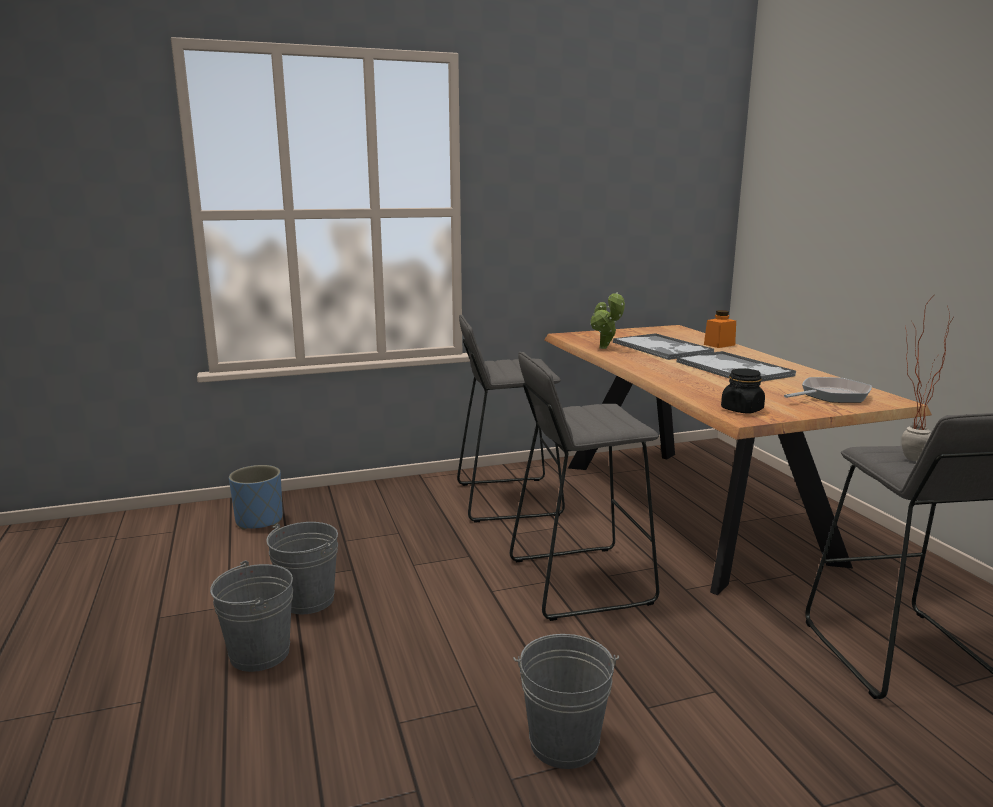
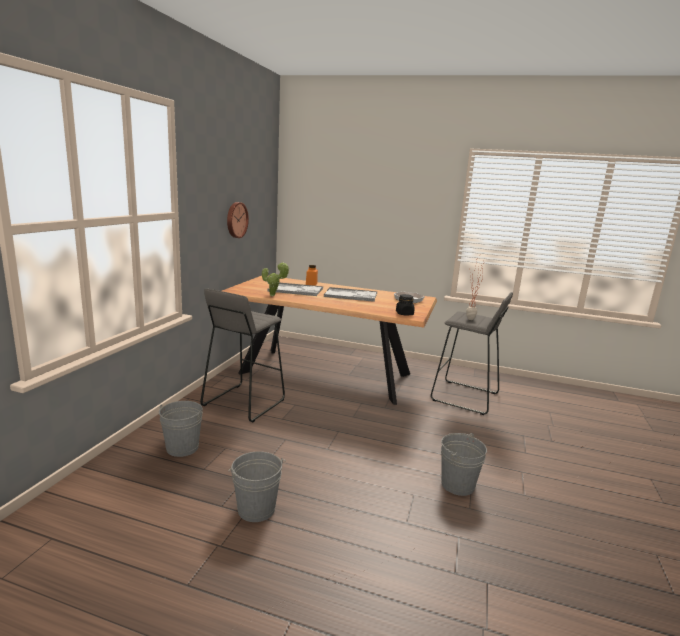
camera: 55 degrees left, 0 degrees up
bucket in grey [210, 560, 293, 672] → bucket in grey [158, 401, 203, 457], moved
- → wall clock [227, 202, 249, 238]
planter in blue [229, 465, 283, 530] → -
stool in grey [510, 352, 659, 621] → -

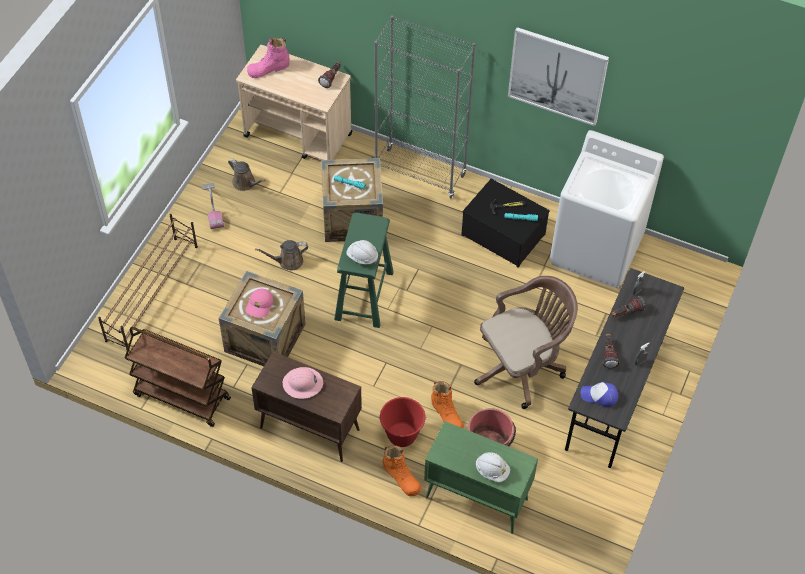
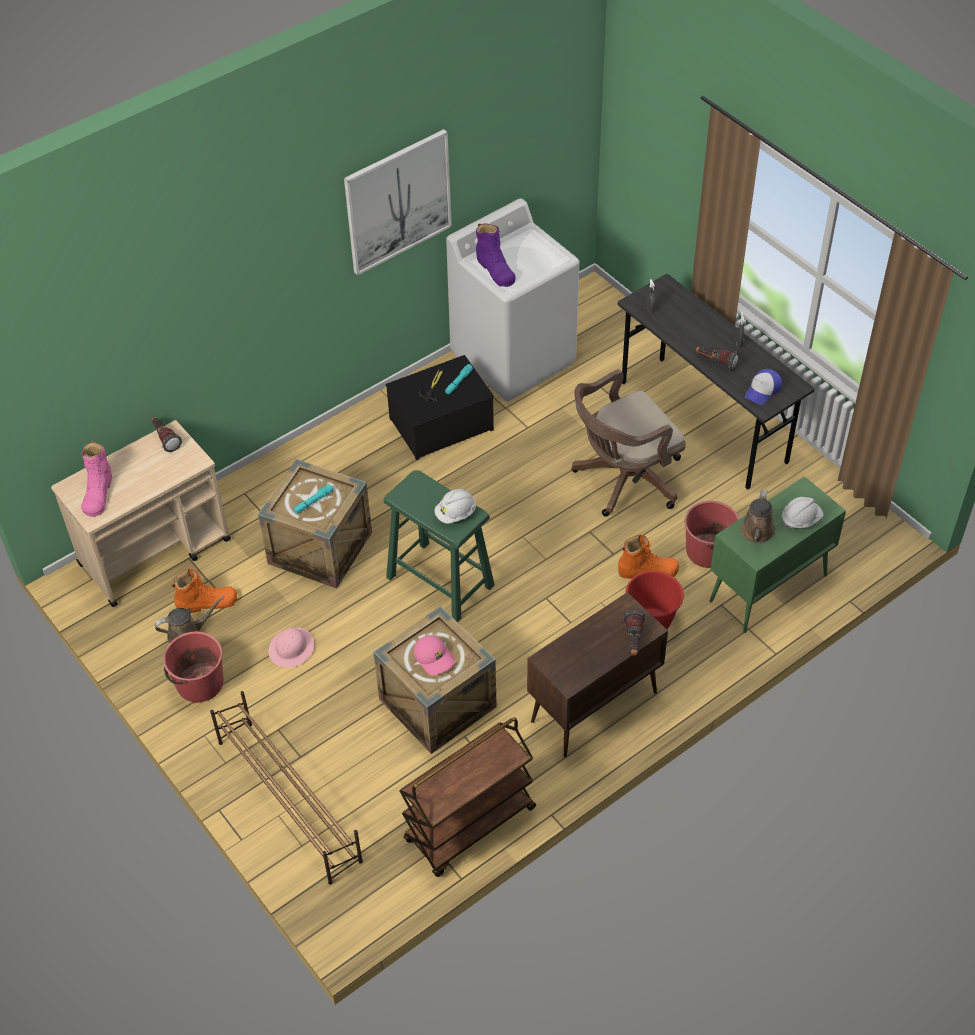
camera: 60 degrees left, 5 degrees down
vacuum cleaner [202, 183, 224, 229] → bucket in red [163, 631, 223, 702]
boot in orange [383, 445, 421, 496] → boot in orange [172, 569, 237, 614], moved
hard hat in pink [283, 367, 323, 399] → hard hat in pink [269, 628, 315, 668], moved
- → boot in purple [476, 223, 516, 287]
office chair in brown [474, 276, 578, 409] → office chair in brown [571, 369, 686, 517], 120 degrees counterclockwise
flashlight [611, 295, 646, 317] → flashlight [623, 610, 646, 656], moved
watering can in brown [255, 240, 308, 271] → watering can in brown [740, 490, 775, 543], moved
bookcase in grey [374, 15, 476, 198] → -

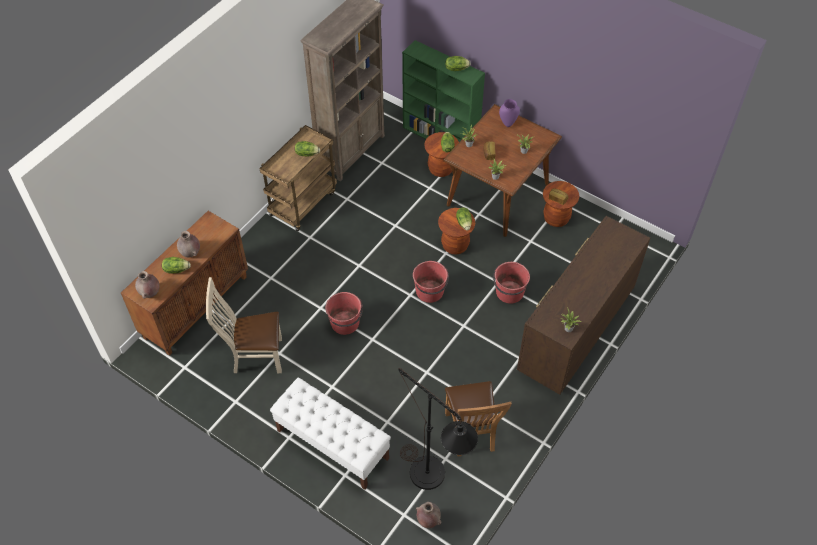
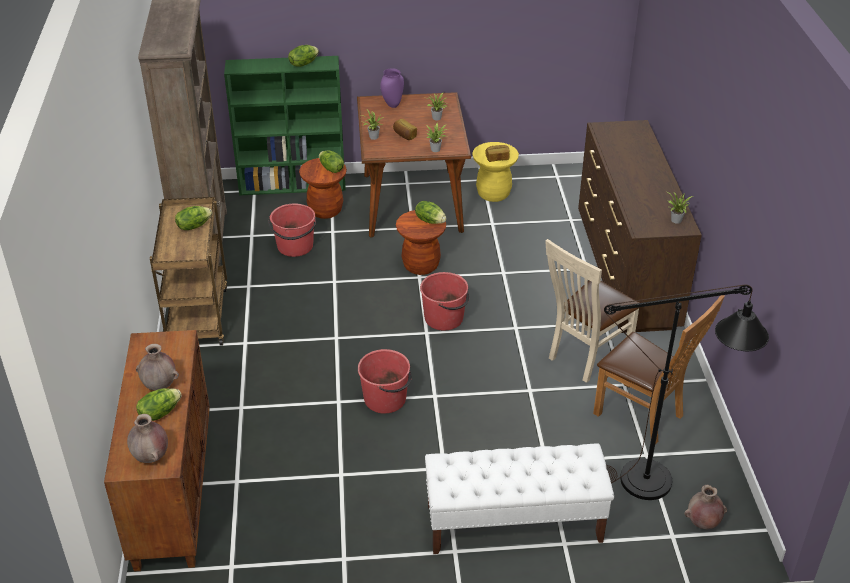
camera: 40 degrees left, 15 degrees down
bucket in red [493, 262, 530, 304] → bucket in red [268, 204, 316, 257], moved
stool in brown [543, 181, 579, 227] → stool in yellow [472, 142, 519, 202]
chair in beige [206, 277, 282, 373] → chair in beige [545, 239, 640, 383], moved

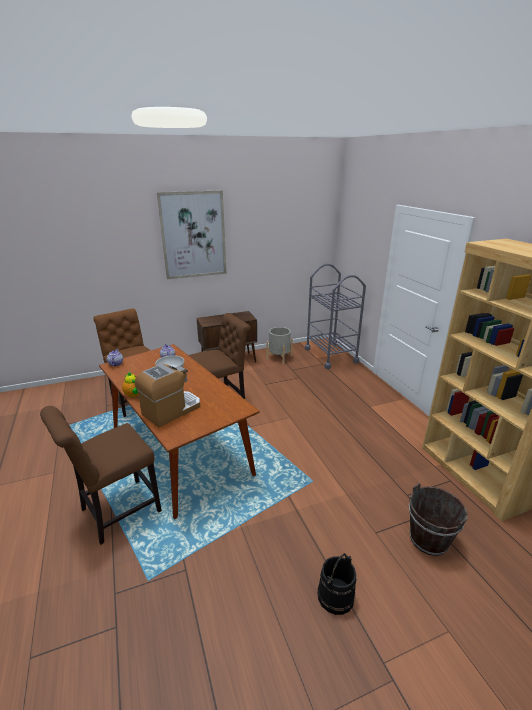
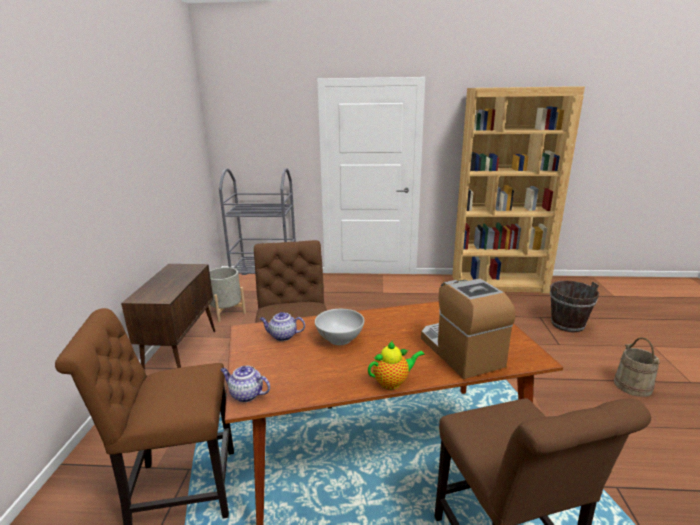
camera: 65 degrees left, 5 degrees down
bucket in black [317, 553, 356, 615] → bucket in beige [614, 337, 660, 397]
picture [157, 190, 227, 279] → -

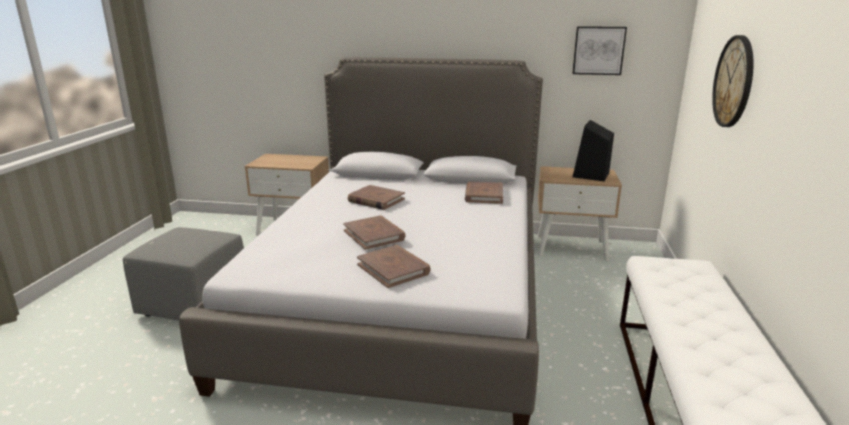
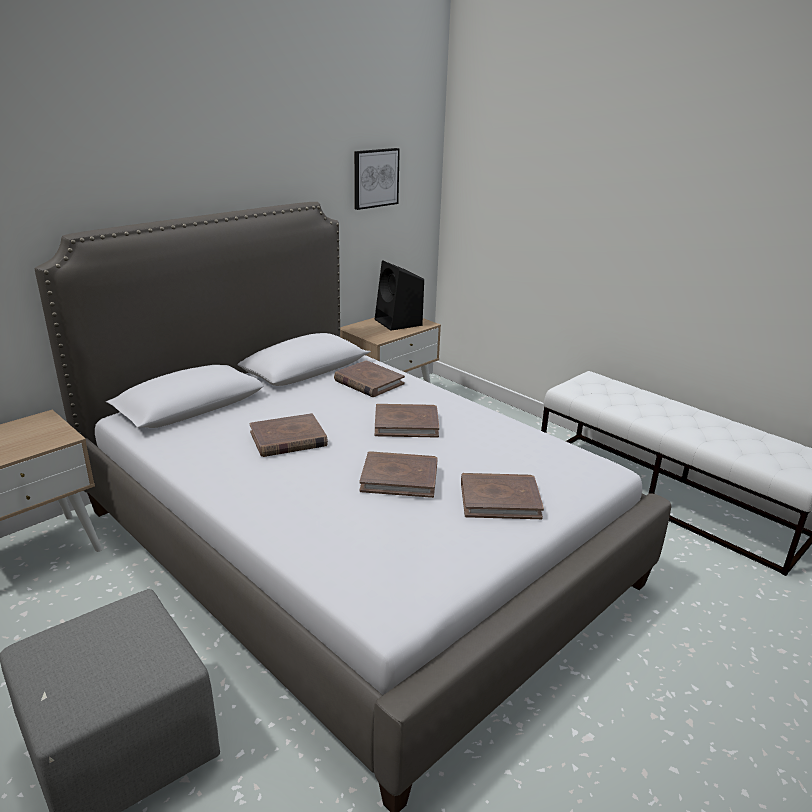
camera: 55 degrees left, 5 degrees up
- → book in brown [375, 404, 439, 438]
wall clock [712, 35, 754, 127] → -

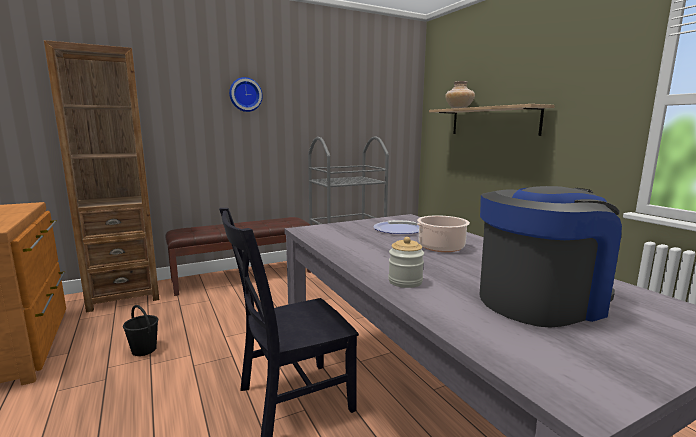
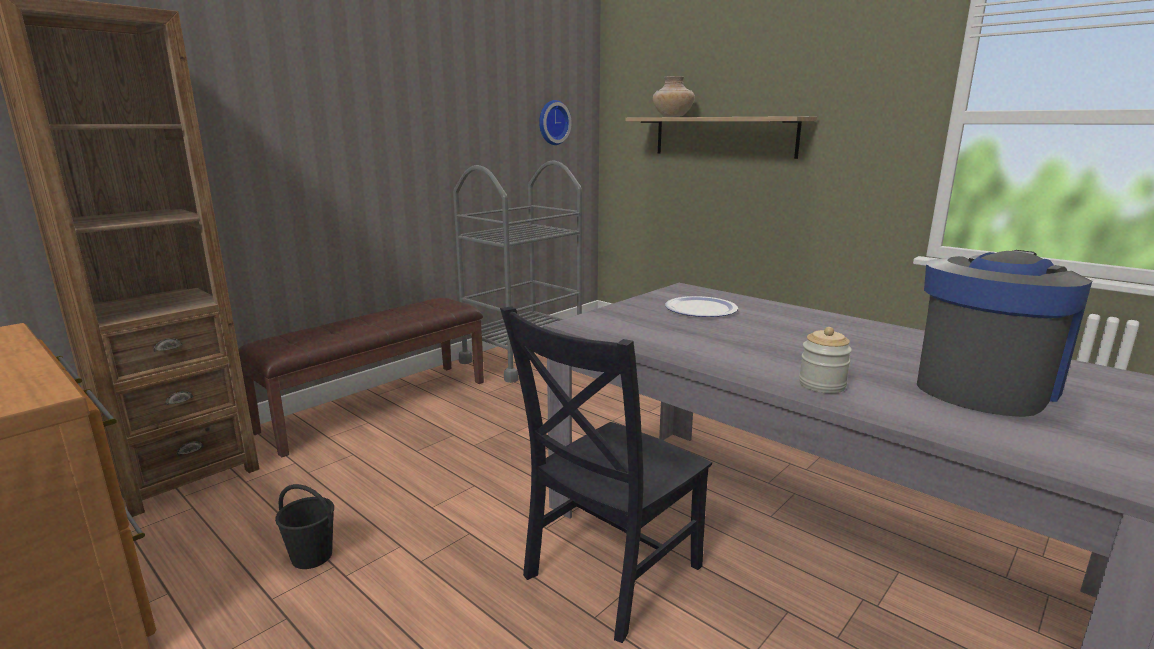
camera: 20 degrees left, 5 degrees up
wall clock [229, 77, 263, 112] → wall clock [539, 100, 572, 145], moved
cooking pot [388, 215, 470, 252] → -

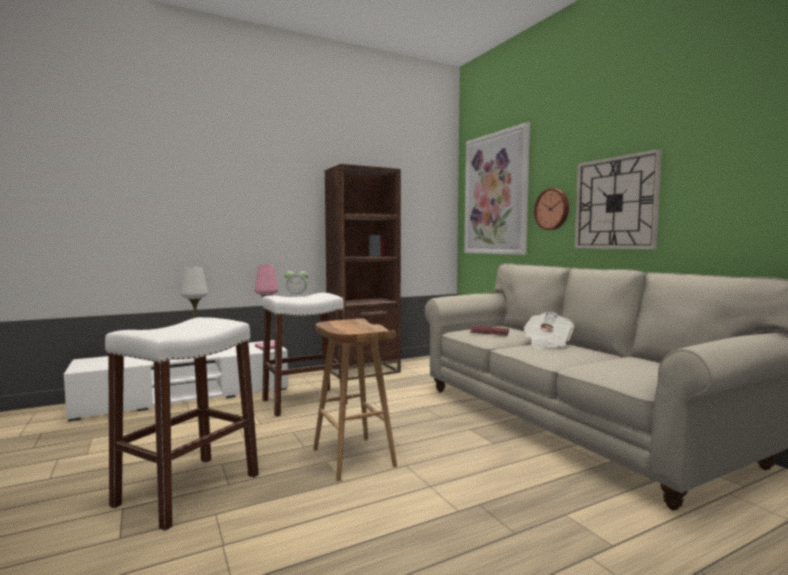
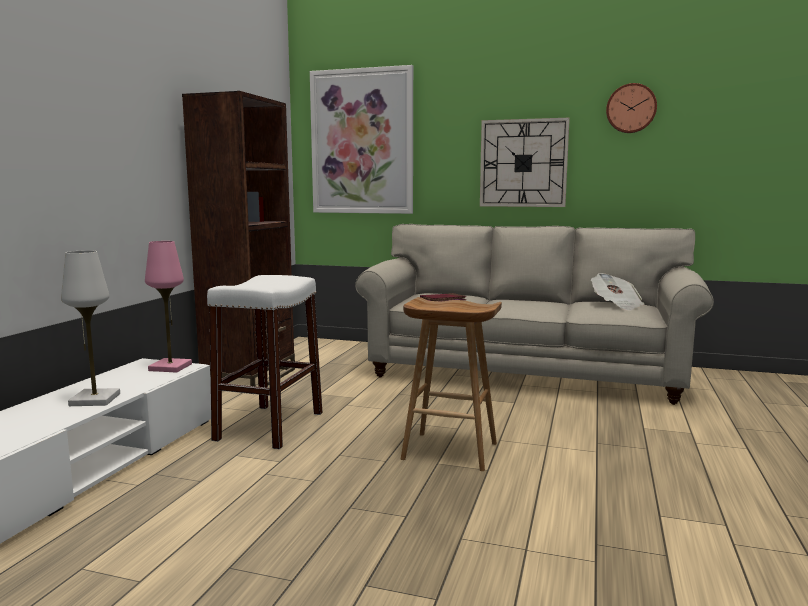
camera: 45 degrees left, 5 degrees up
newspaper [523, 312, 575, 349] → newspaper [591, 273, 644, 311], moved
wall clock [534, 188, 569, 230] → wall clock [606, 83, 657, 133], moved
stool in white [105, 317, 259, 531] → -
alarm clock [284, 267, 308, 297] → -

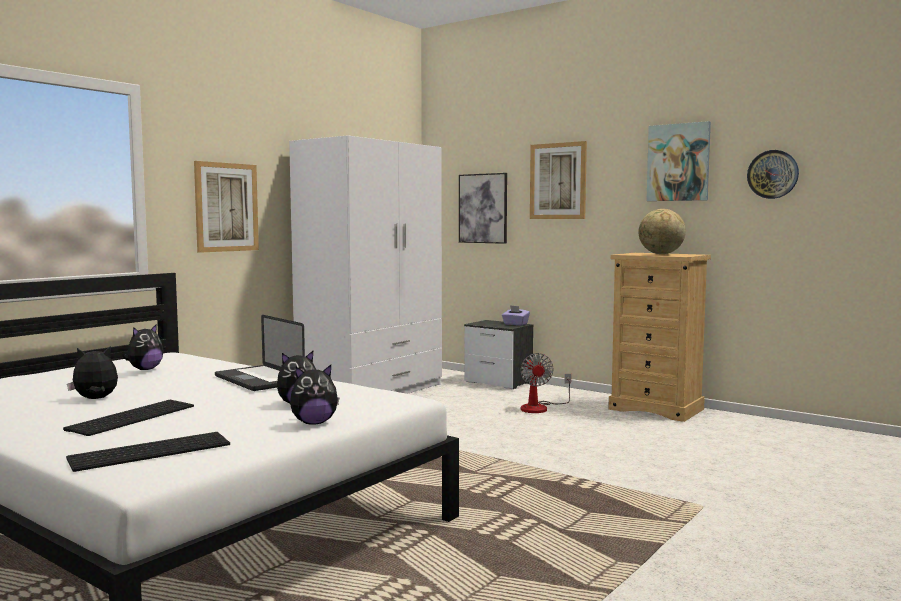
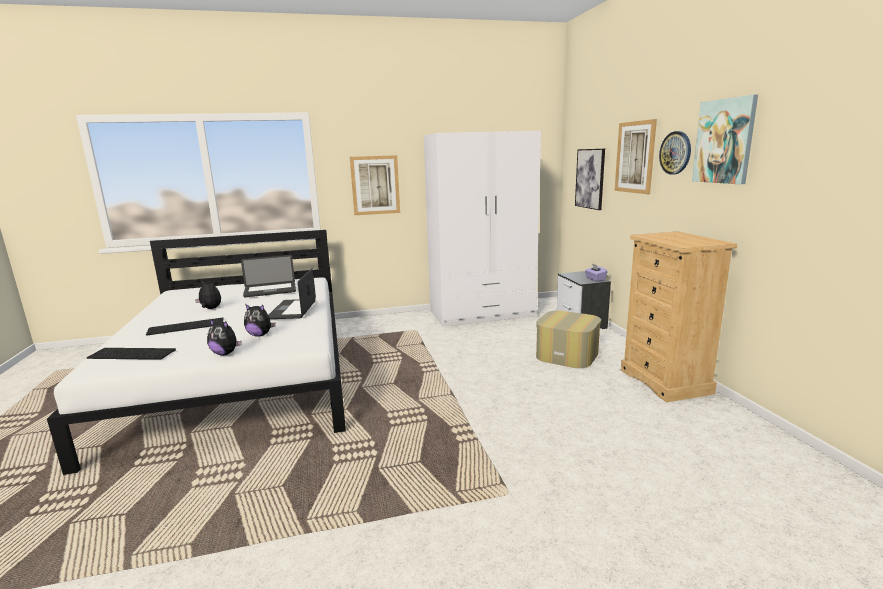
camera: 40 degrees right, 10 degrees up
plush toy [123, 324, 163, 370] → laptop [241, 255, 296, 297]
fan [520, 353, 571, 413] → ottoman [536, 311, 601, 368]
wall clock [747, 150, 799, 199] → wall clock [659, 131, 691, 175], moved
globe [638, 209, 686, 254] → -

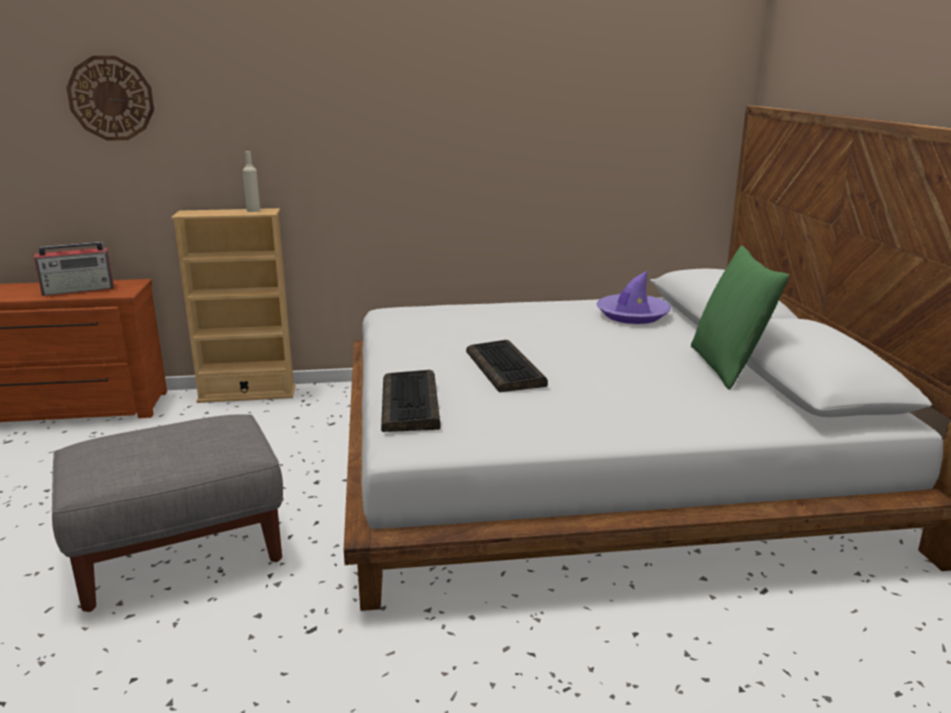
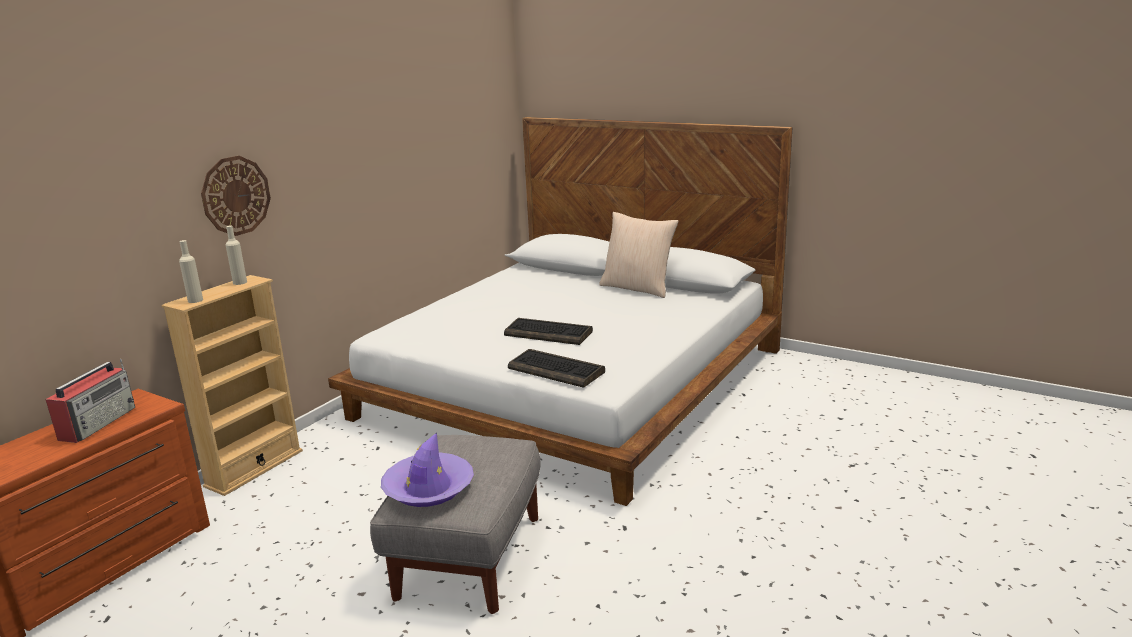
camera: 50 degrees left, 0 degrees up
- → bottle in beige [179, 240, 203, 303]
wall clock [66, 56, 154, 140] → wall clock [201, 156, 271, 236], moved
hat in purple [596, 271, 671, 324] → hat in purple [381, 433, 474, 507], moved
pillow in green [691, 246, 789, 390] → pillow in beige [599, 212, 678, 298]

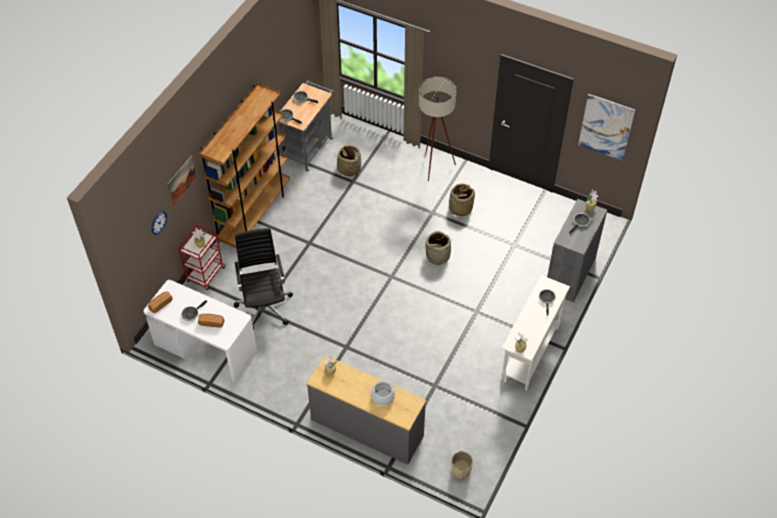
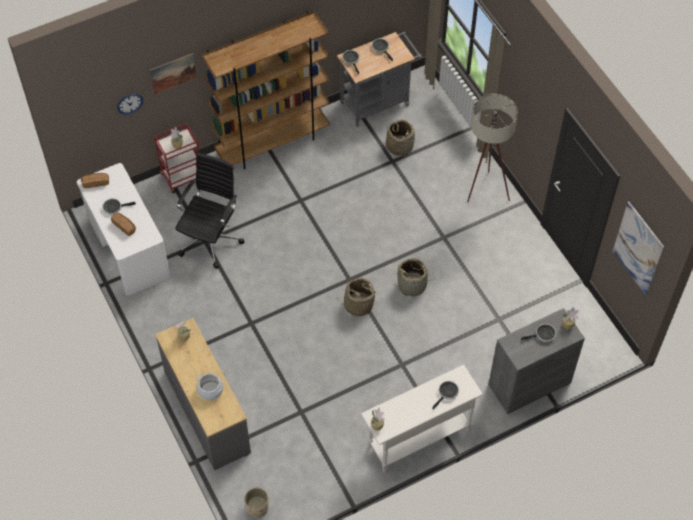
camera: 35 degrees right, 5 degrees up
basket [449, 184, 475, 216] → basket [337, 278, 376, 316], moved

